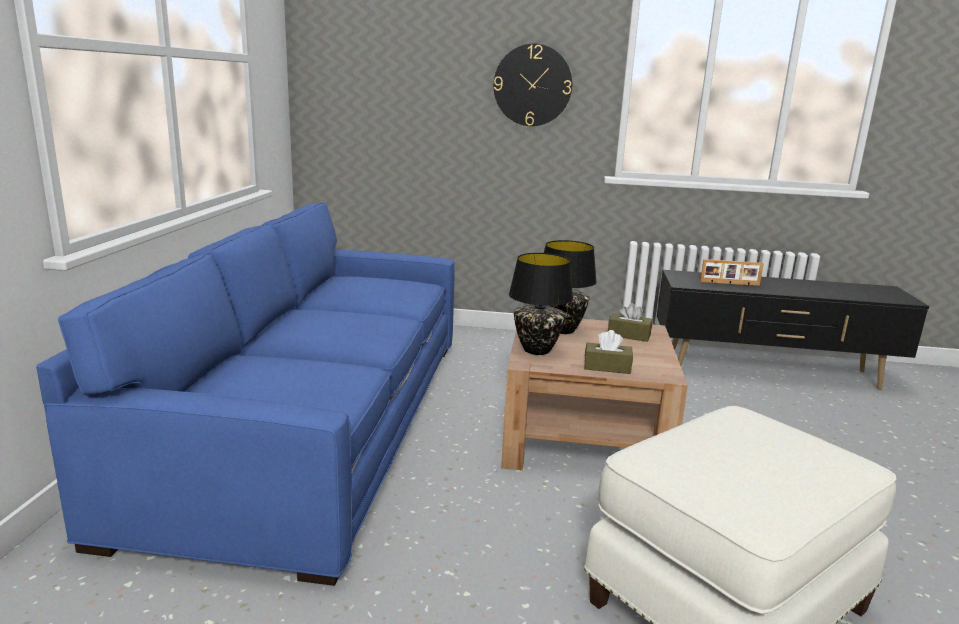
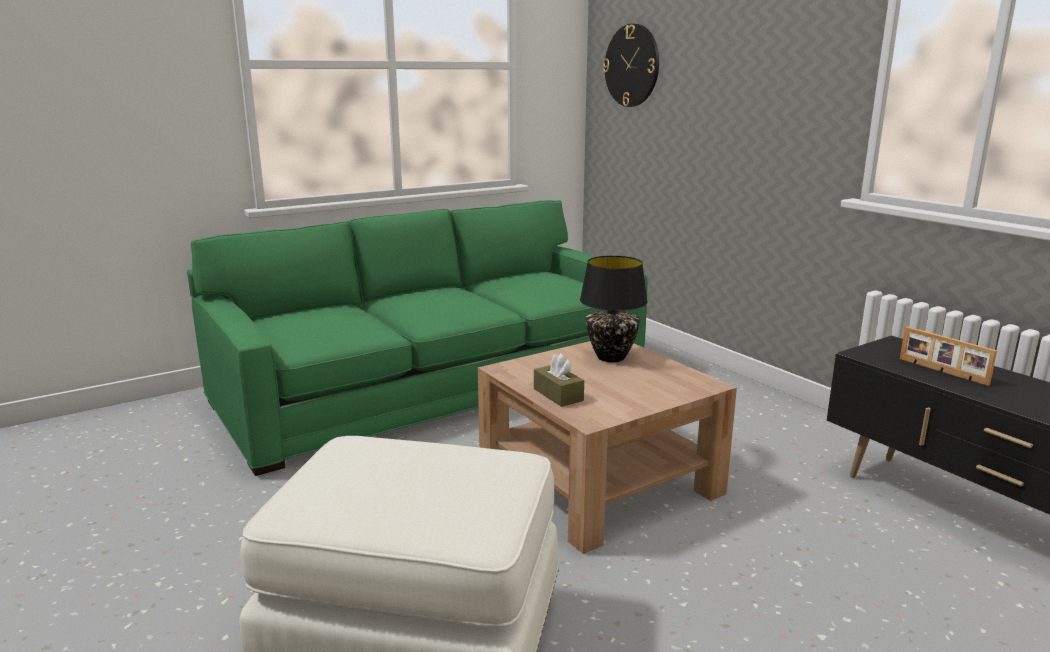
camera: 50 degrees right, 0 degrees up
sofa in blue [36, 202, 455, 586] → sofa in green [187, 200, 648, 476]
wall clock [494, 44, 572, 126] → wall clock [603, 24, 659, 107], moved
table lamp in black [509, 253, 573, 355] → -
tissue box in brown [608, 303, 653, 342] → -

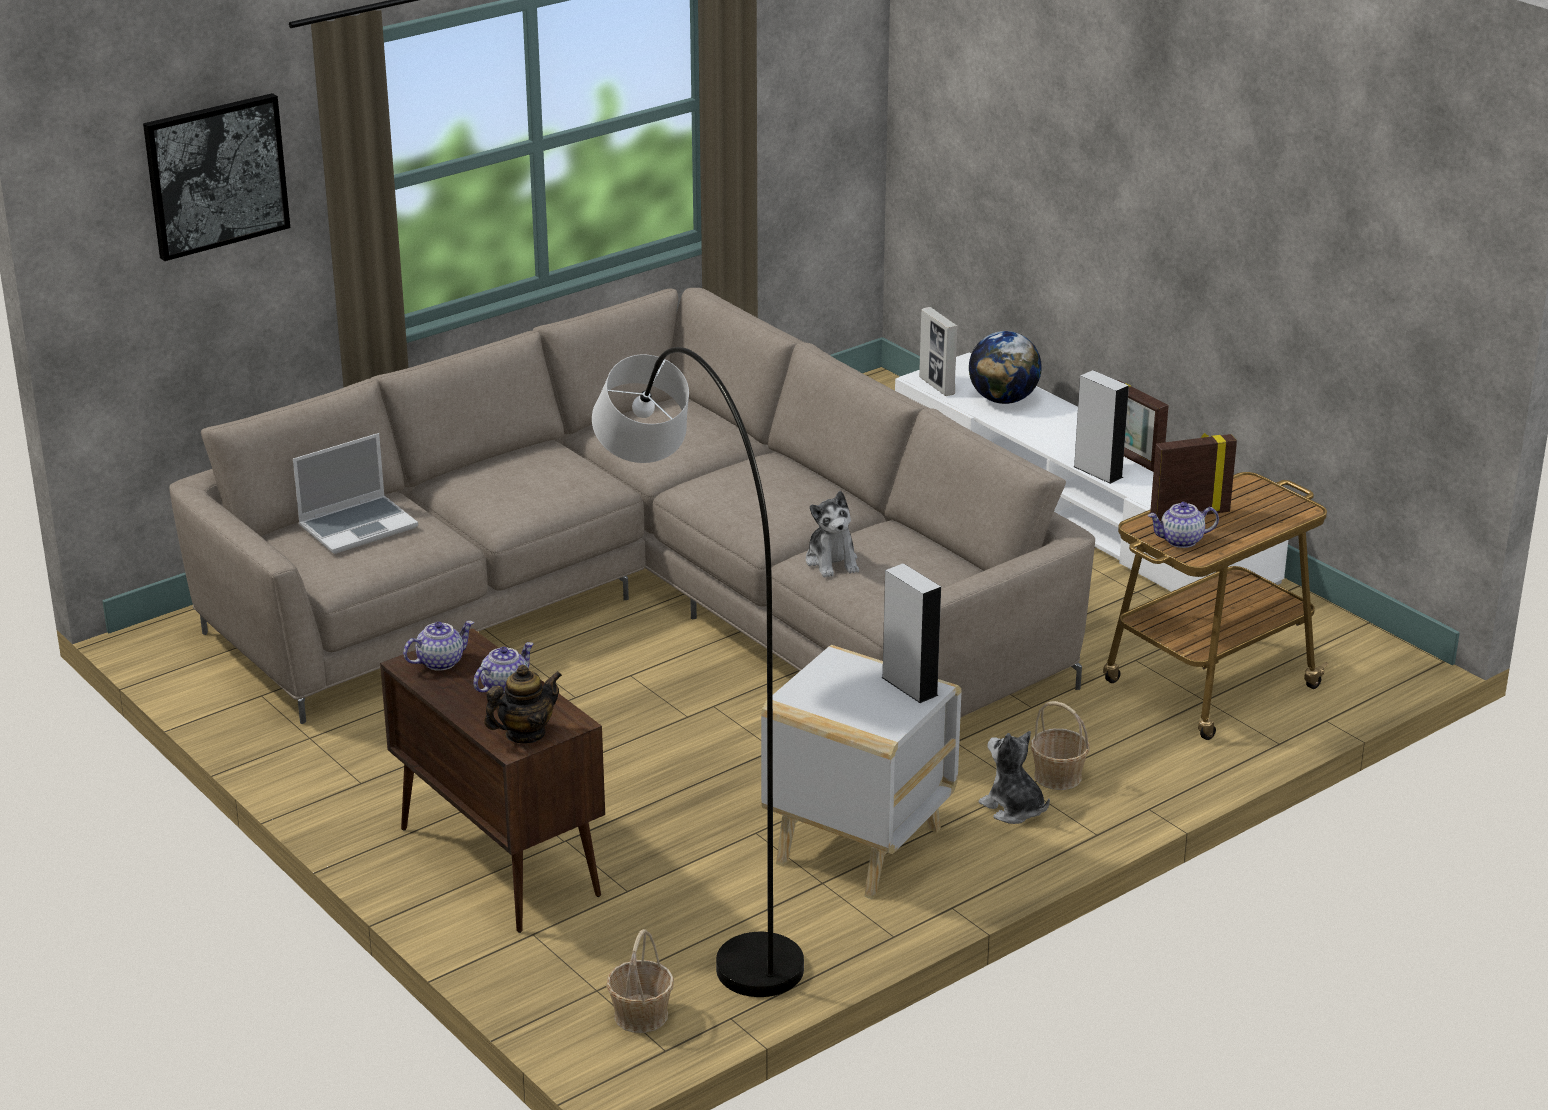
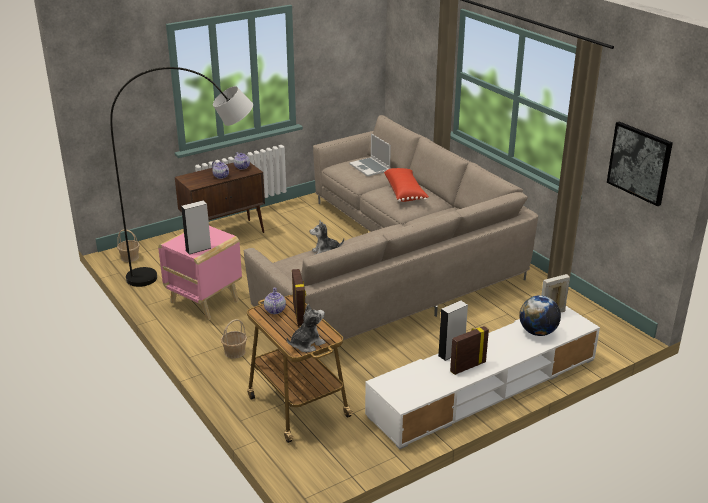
camera: 95 degrees right, 0 degrees up
side table in white [761, 645, 961, 899] → side table in pink [158, 226, 242, 320]
plush toy [979, 731, 1050, 824] → plush toy [287, 304, 326, 352], moved
- → pillow in red [384, 168, 429, 202]
picture [143, 93, 290, 261] → picture [607, 122, 673, 206], moved
teapot [484, 665, 562, 743] → -

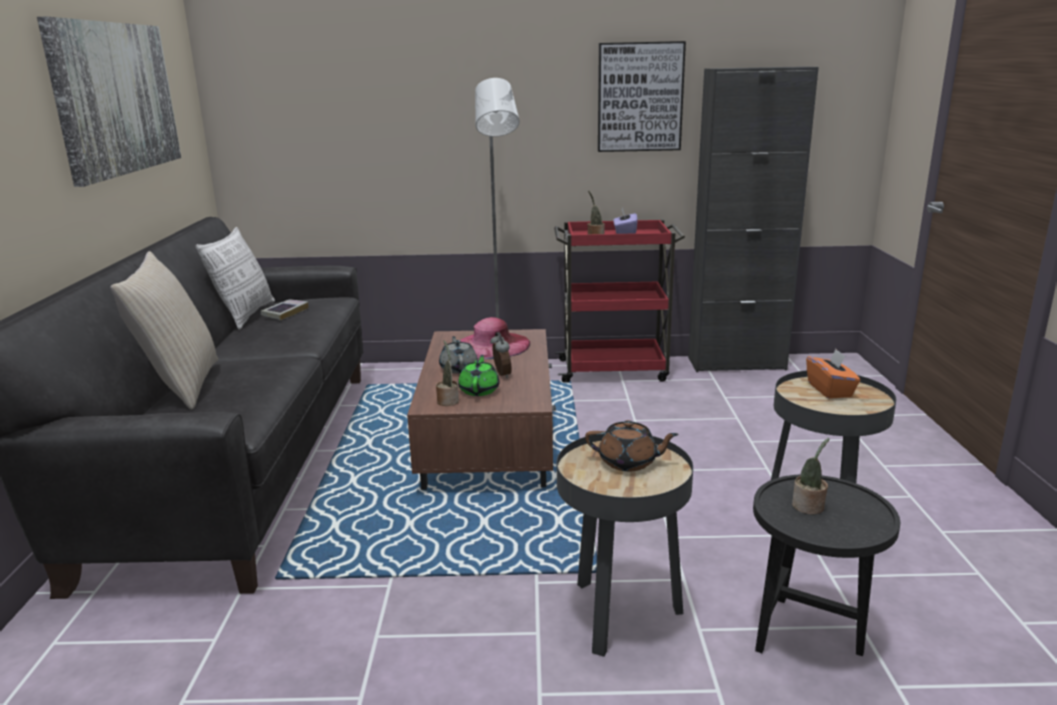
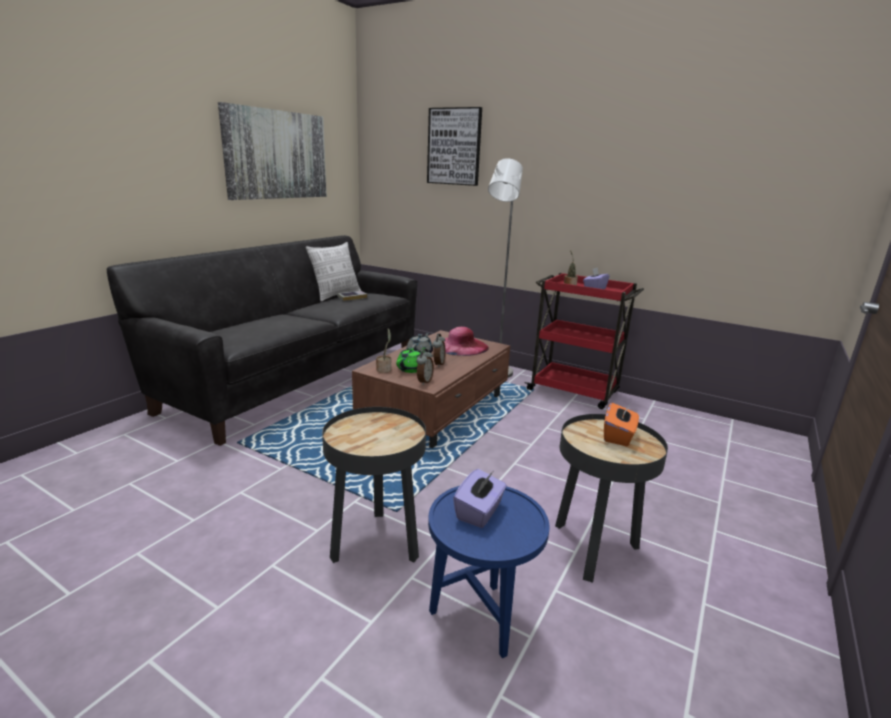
camera: 30 degrees right, 0 degrees up
- → alarm clock [416, 349, 434, 385]
picture [598, 41, 686, 152] → picture [427, 107, 482, 186], moved
side table in black [753, 475, 900, 656] → side table in blue [428, 486, 550, 658]
potted plant [792, 438, 830, 515] → tissue box in purple [453, 469, 507, 528]
pillow in beige [110, 251, 218, 410] → -
teapot in brown [585, 420, 679, 471] → -
cabinet in black [688, 66, 819, 372] → -

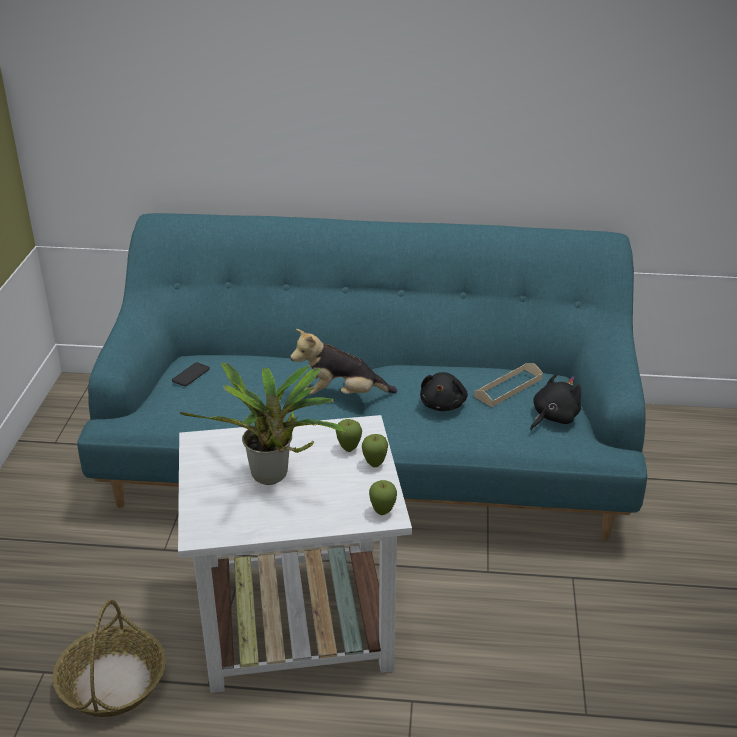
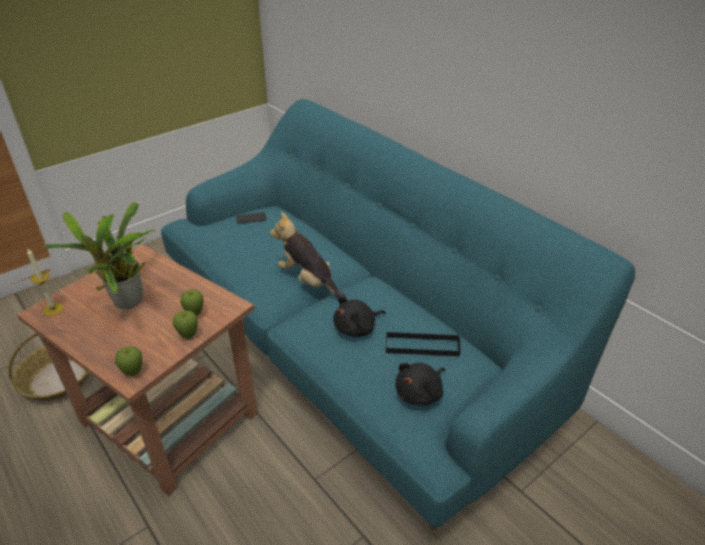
camera: 45 degrees right, 5 degrees up
side table in white [178, 415, 412, 693] → side table in brown [17, 244, 257, 496]
- → candle [27, 249, 64, 316]
tray in beige [474, 363, 543, 407] → tray in black [386, 331, 461, 356]
plush toy in black [530, 373, 581, 430] → plush toy in black [395, 363, 445, 406], 135 degrees clockwise

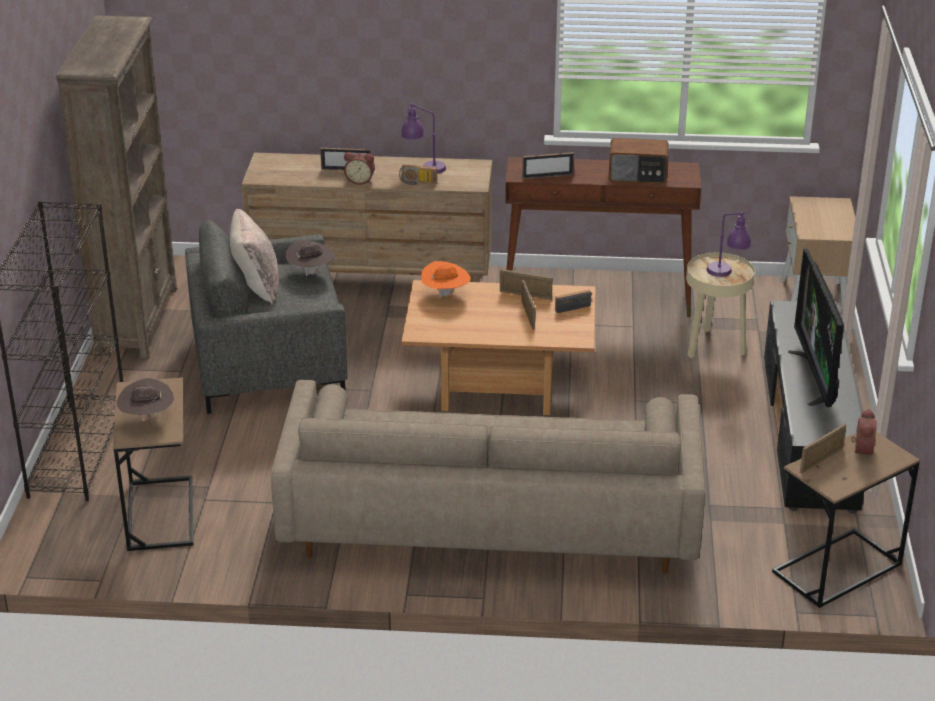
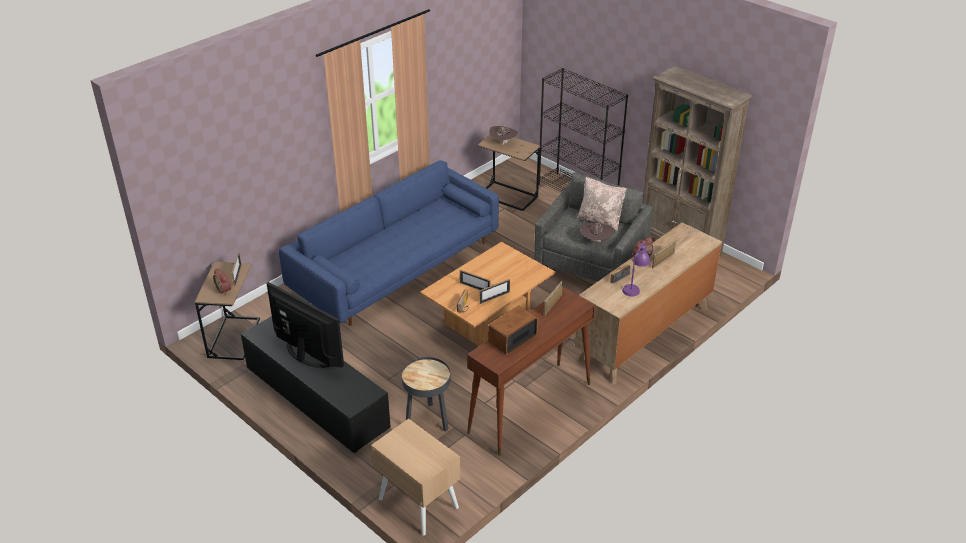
camera: 130 degrees right, 5 degrees up
sofa in beige [271, 380, 705, 574] → sofa in blue [279, 160, 499, 326]
side table in beige [686, 252, 755, 358] → side table in black [401, 357, 450, 432]
hat in orange [421, 261, 471, 298] → -
table lamp in purple [706, 212, 752, 277] → -

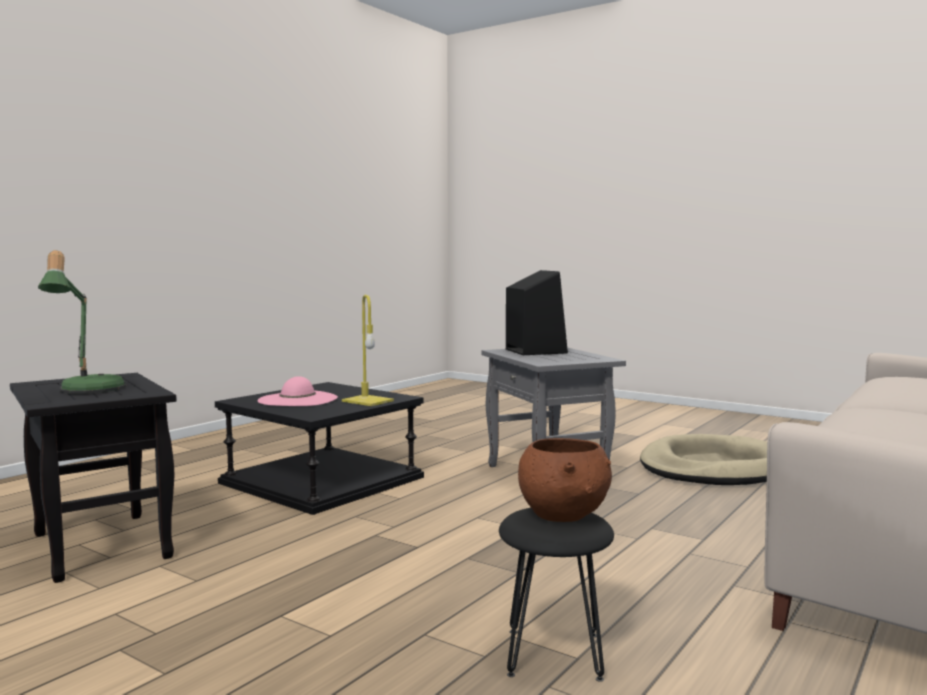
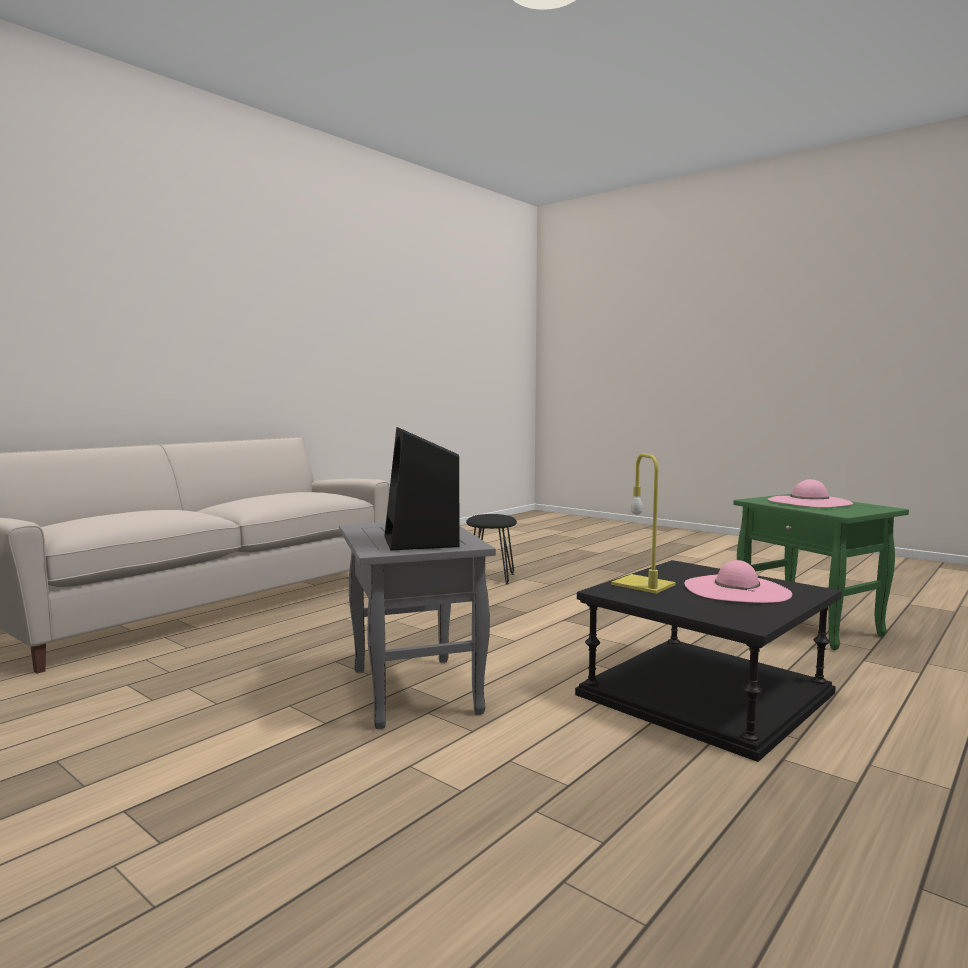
camera: 175 degrees left, 0 degrees up
side table in black [10, 373, 177, 583] → side table in green [733, 494, 909, 650]
table lamp [38, 250, 126, 394] → hat in pink [768, 479, 853, 508]
bowl in brown [518, 438, 612, 522] → -
dog bed in beige [640, 434, 767, 485] → -

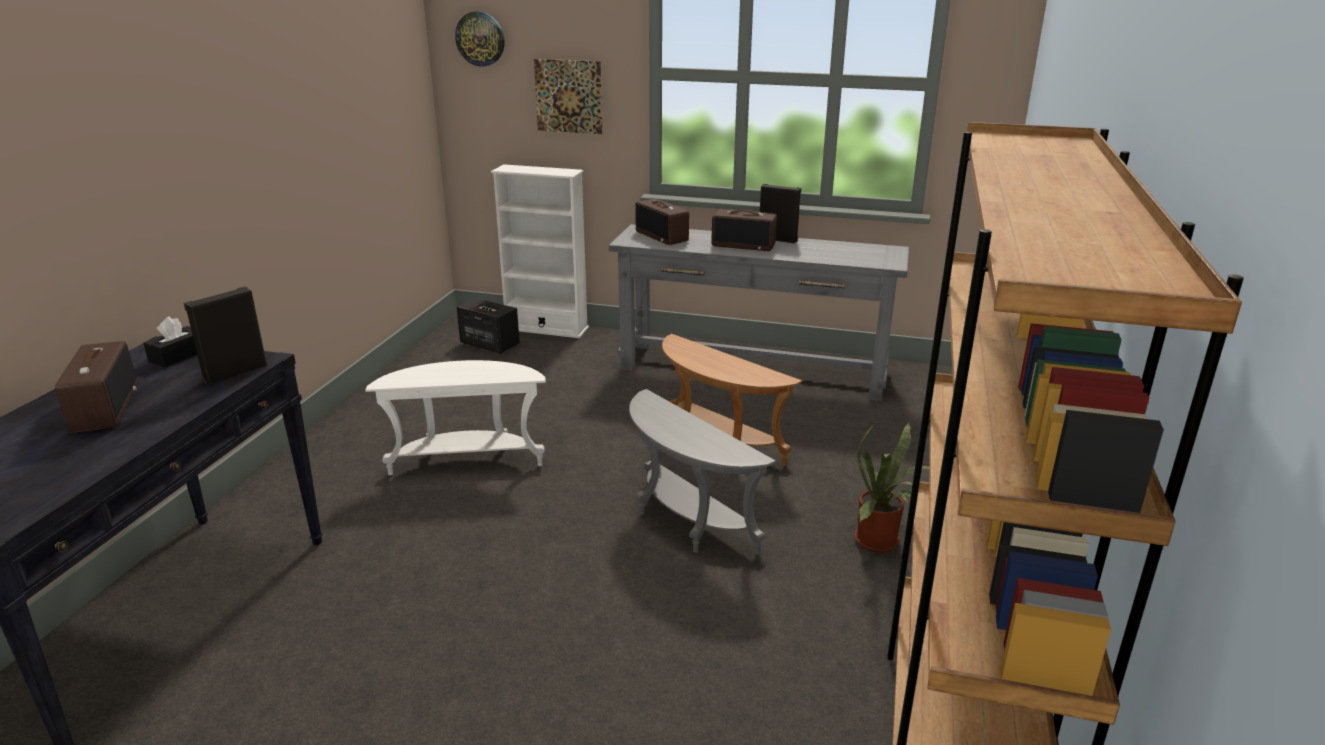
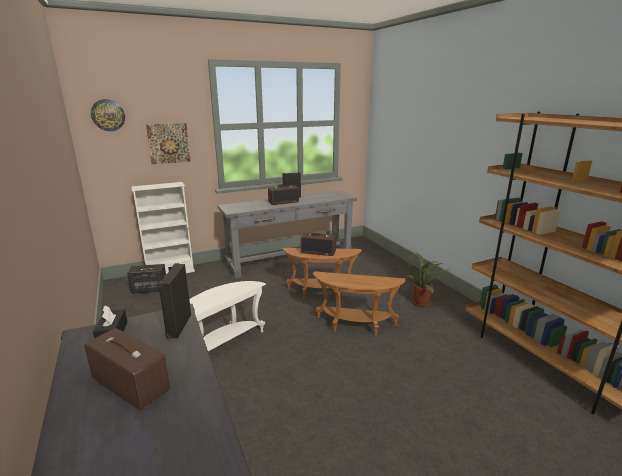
camera: 40 degrees left, 5 degrees down
radio [635, 199, 689, 245] → radio [301, 233, 336, 256], moved
side table in grey [629, 389, 776, 555] → side table in brown [313, 271, 405, 336]

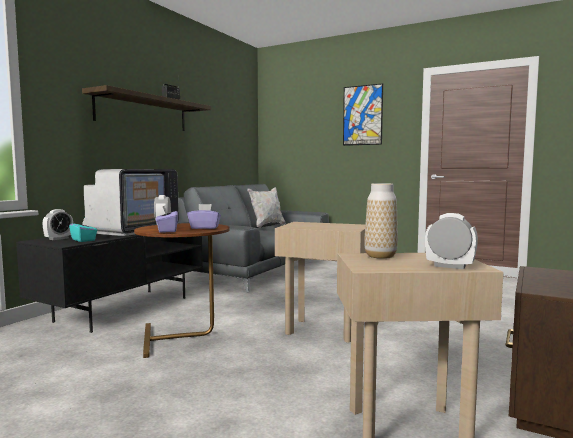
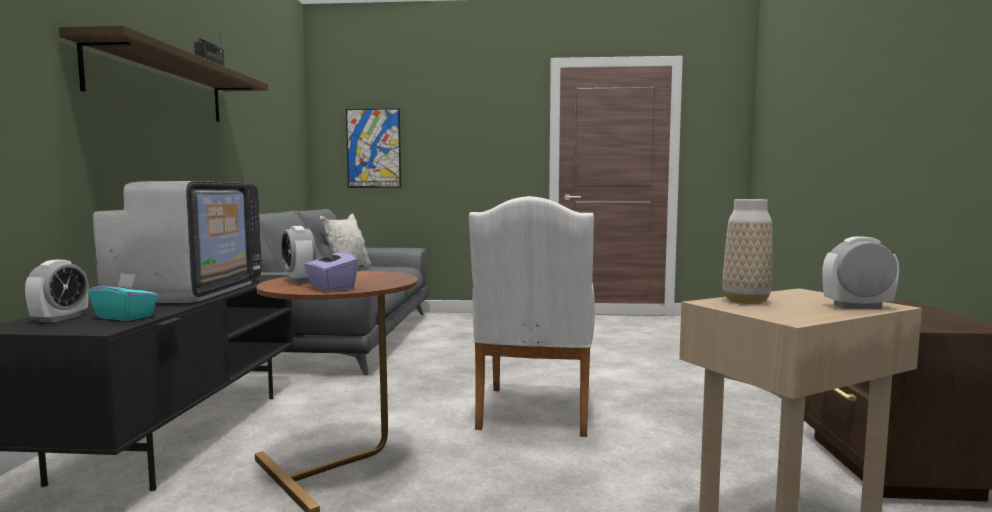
camera: 25 degrees left, 0 degrees up
picture [343, 83, 383, 146] → picture [346, 108, 401, 188], moved
side table in beige [275, 222, 366, 342] → armchair in white [469, 196, 595, 437]
tissue box in purple [187, 204, 221, 229] → -

